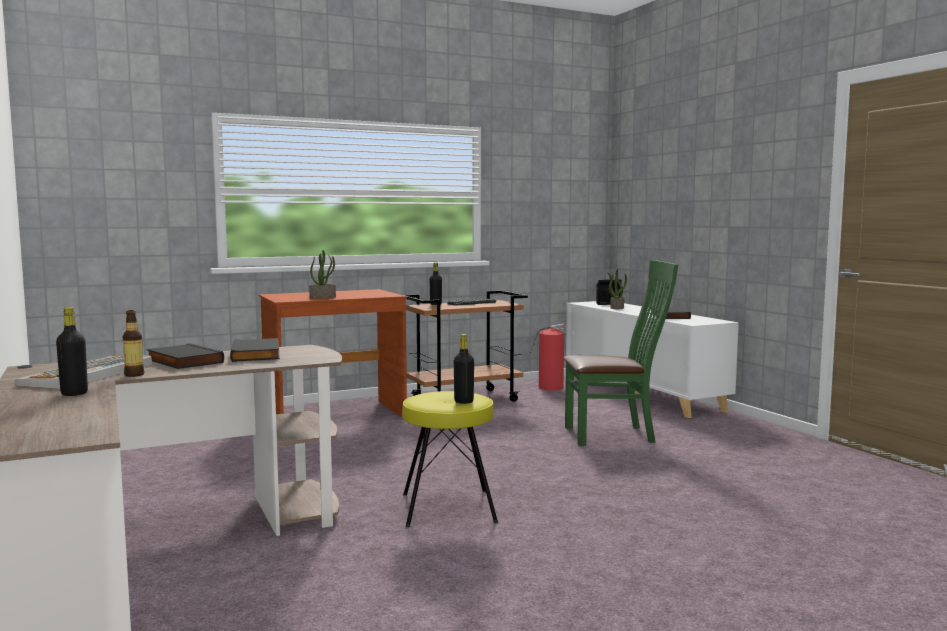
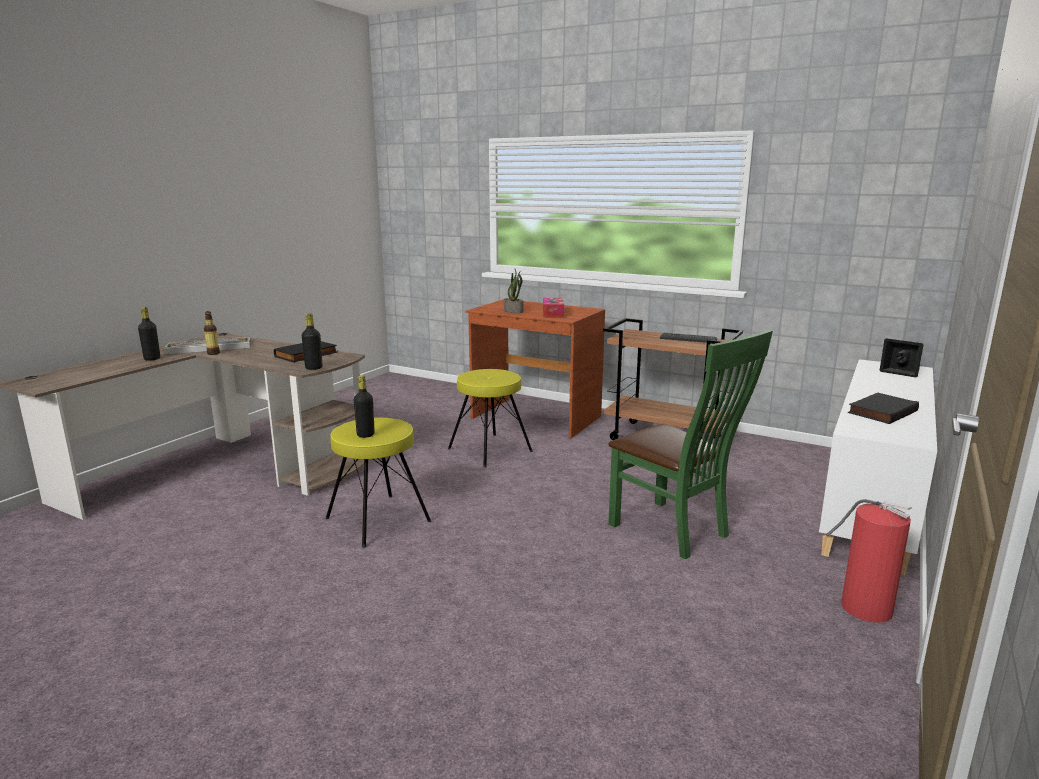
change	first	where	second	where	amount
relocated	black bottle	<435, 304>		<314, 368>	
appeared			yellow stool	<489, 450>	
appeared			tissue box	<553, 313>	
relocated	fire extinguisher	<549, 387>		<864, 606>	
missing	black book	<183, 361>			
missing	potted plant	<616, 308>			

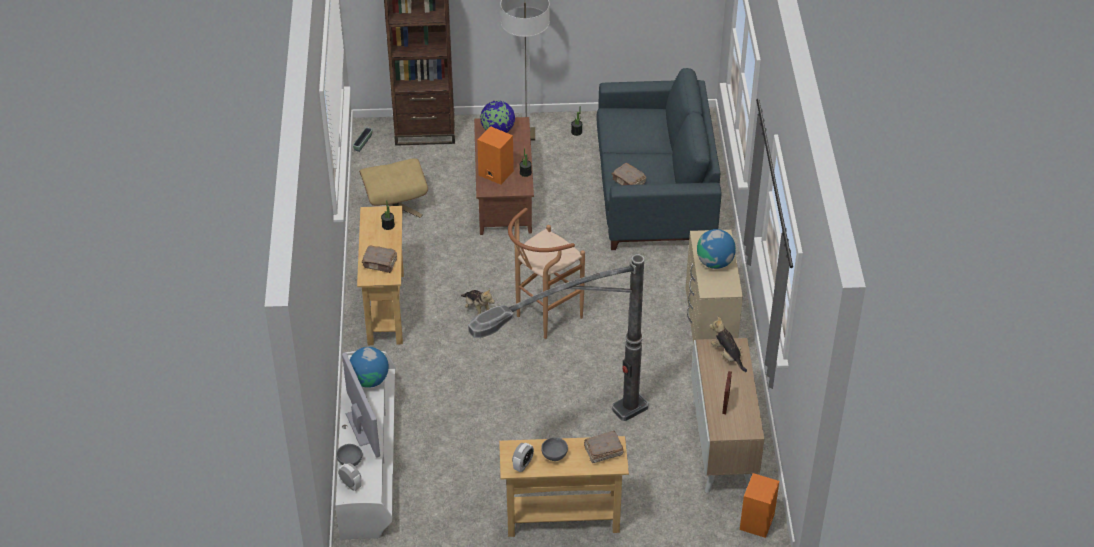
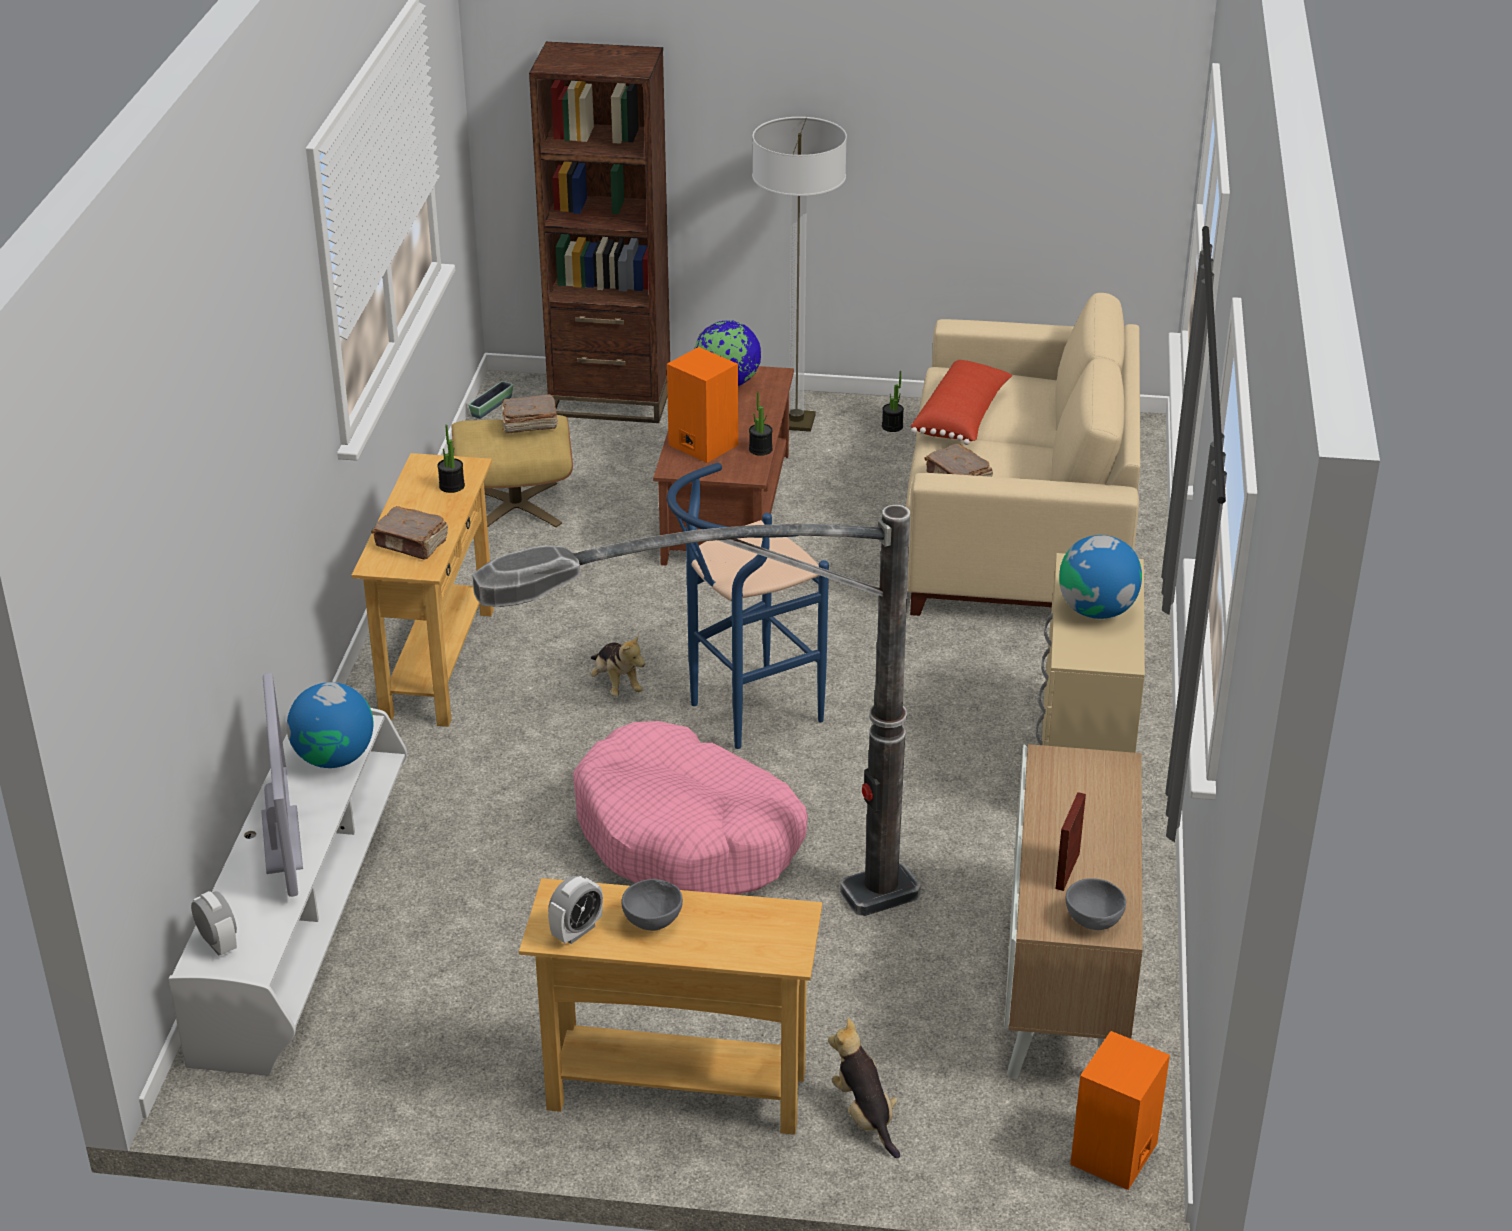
change	first	where	second	where	amount
relocated	brown book	<602, 451>		<529, 424>	
appeared			pink dog bed	<688, 836>	
colour	brown stool	<543, 318>	blue stool	<743, 714>	
relocated	plush toy	<727, 355>		<865, 1115>	
colour	blue sofa	<654, 191>	beige sofa	<1018, 530>	
appeared			red pillow	<962, 418>	
relocated	grey bowl	<350, 462>		<1093, 922>	

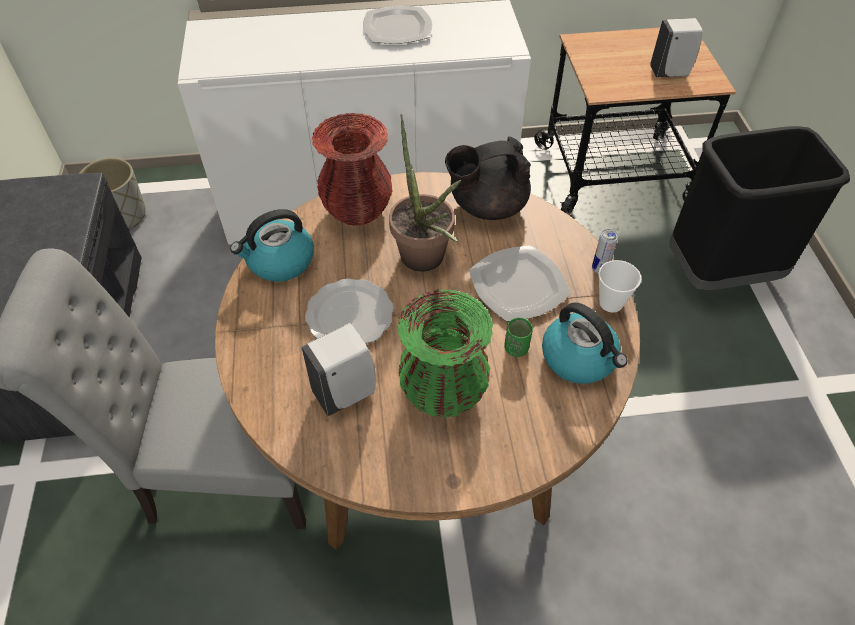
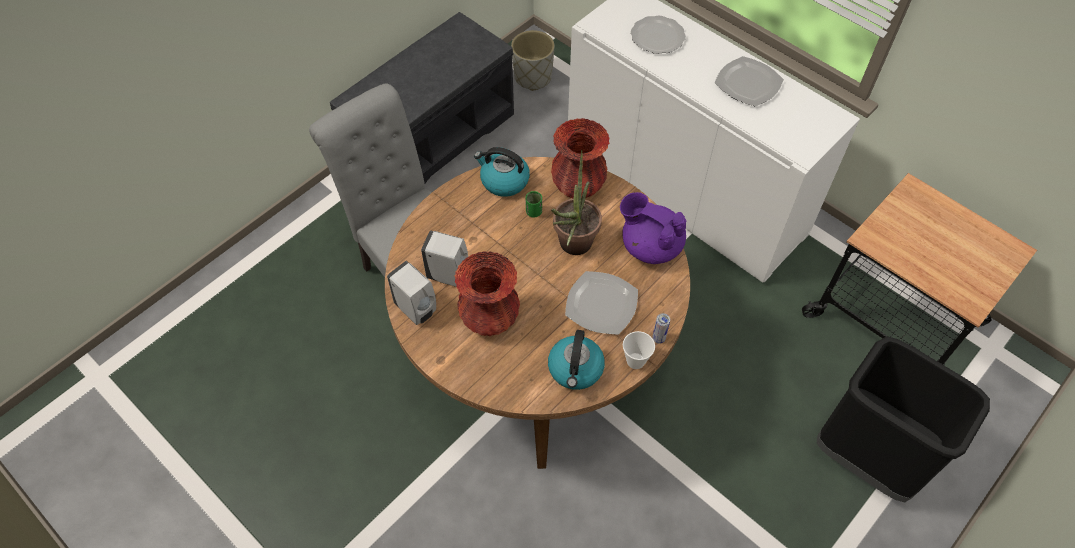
change	first	where	second	where	amount
relocated	white soap dispenser	<670, 73>		<417, 310>	
colour	green vase	<443, 393>	red vase	<489, 319>	
relocated	green cup	<516, 348>		<533, 212>	
colour	black teapot	<486, 206>	purple teapot	<650, 246>	
relocated	plate	<350, 316>		<657, 37>	

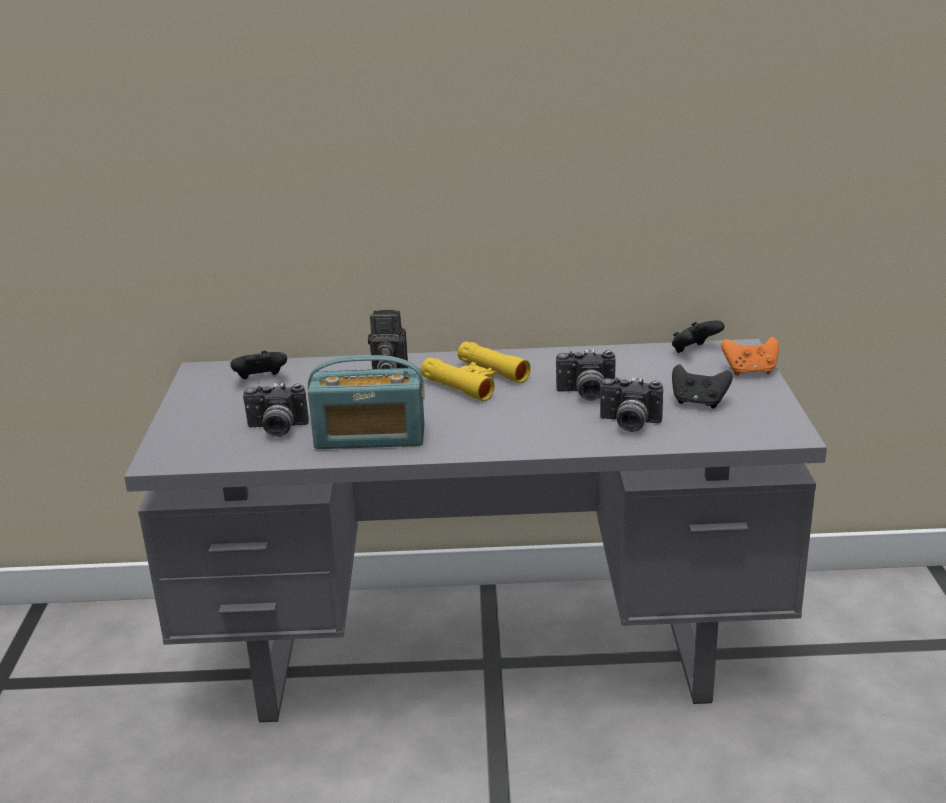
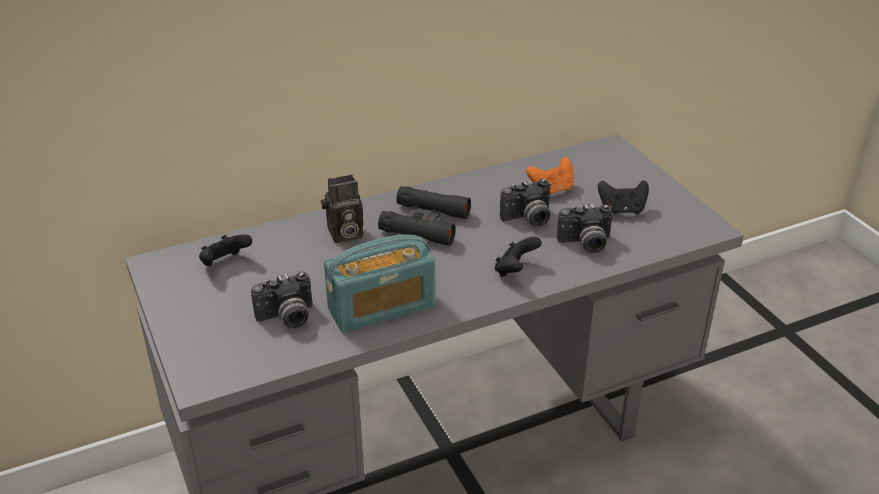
change	first	where	second	where	amount
colour	yellow binoculars	<475, 380>	black binoculars	<425, 223>	
relocated	black game controller	<694, 351>		<515, 270>	
relocated	orange game controller	<750, 371>		<551, 190>	

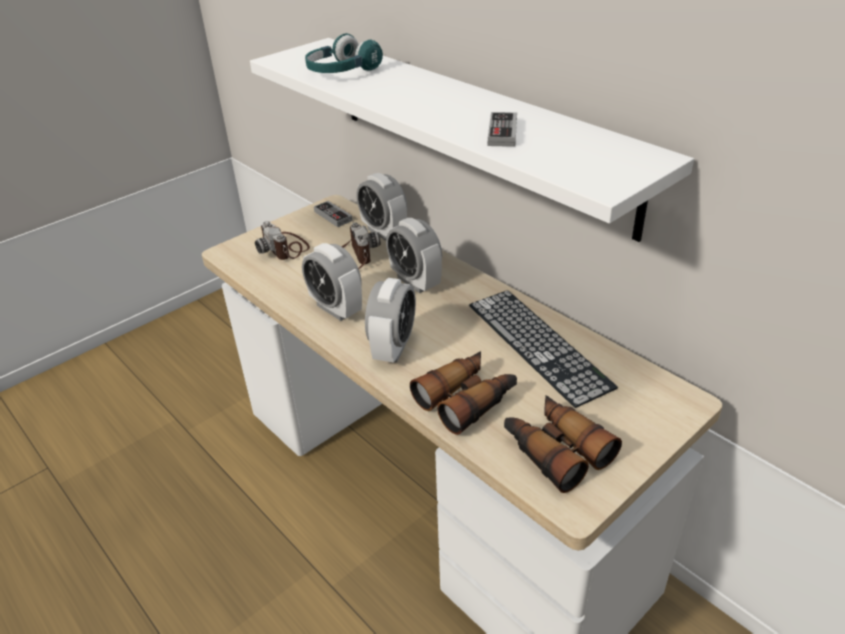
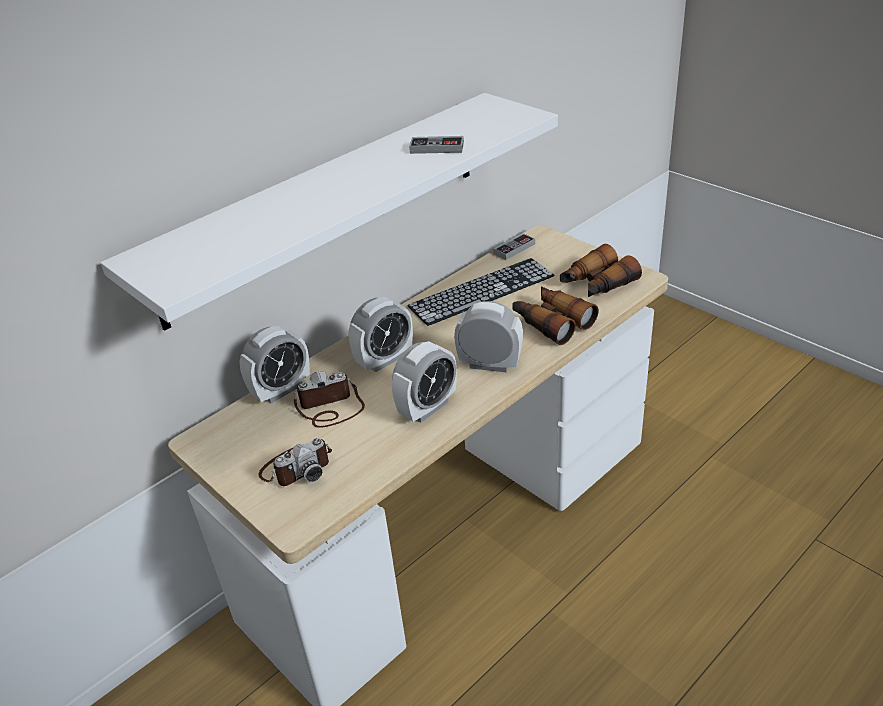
change	first	where	second	where	amount
relocated	game controller	<333, 216>		<514, 248>	
missing	turquoise headphones	<342, 72>			

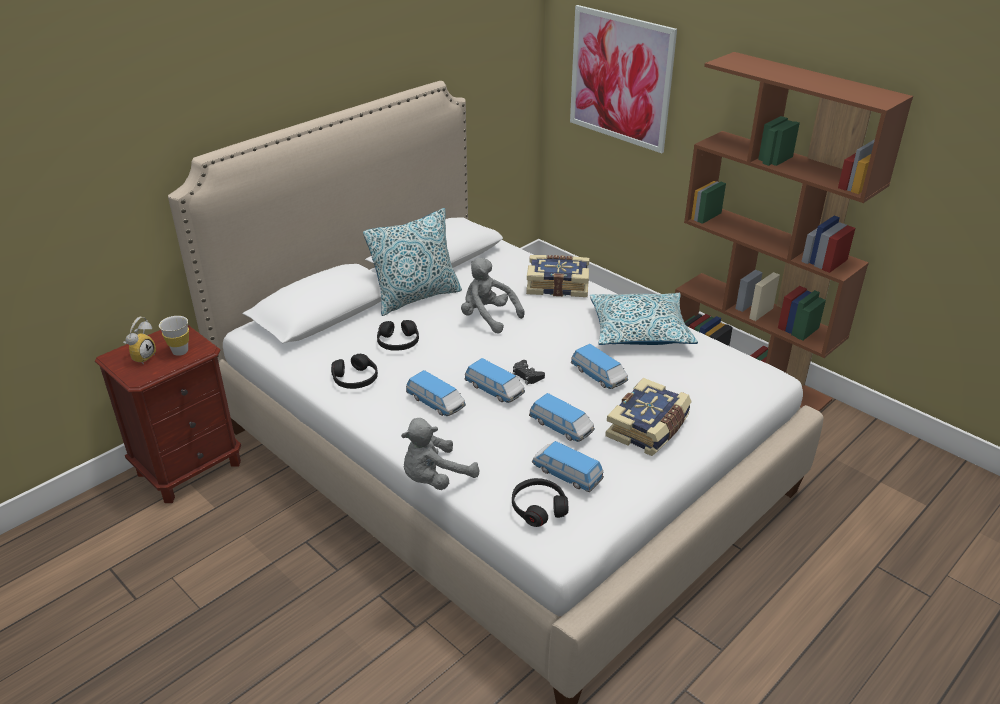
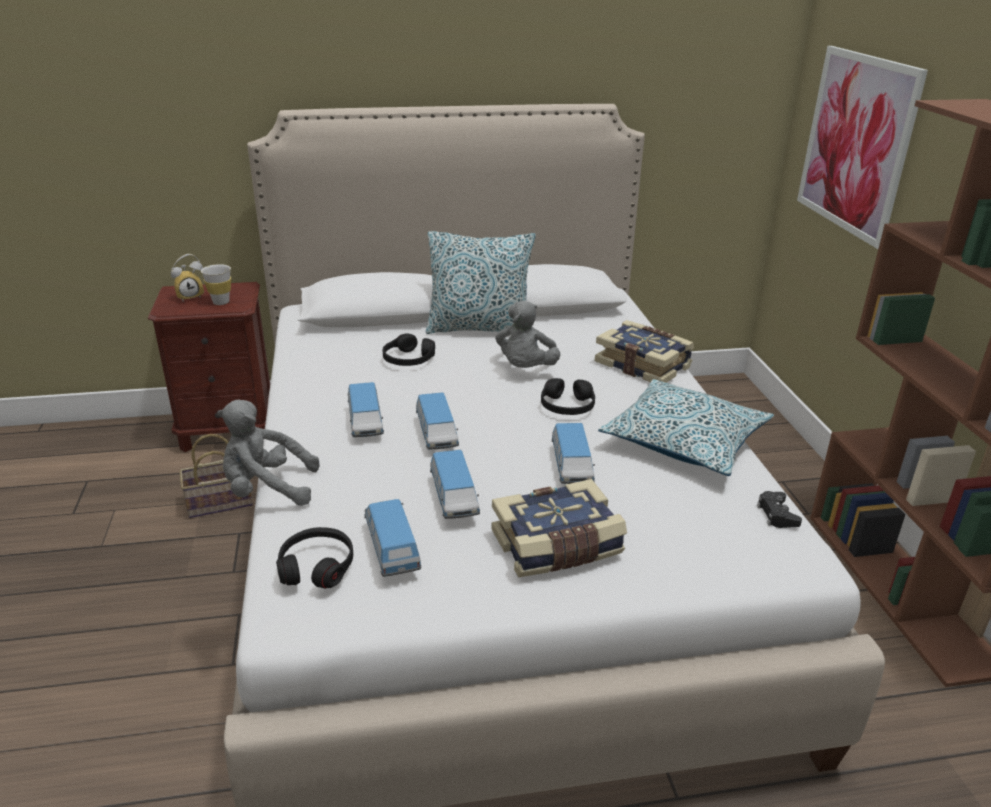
change	first	where	second	where	amount
appeared			basket	<218, 504>	
spun	grey plush toy	<488, 317>		<525, 369>	150 degrees counterclockwise
relocated	black headphones	<355, 379>		<567, 406>	
relocated	black game controller	<527, 375>		<777, 514>	

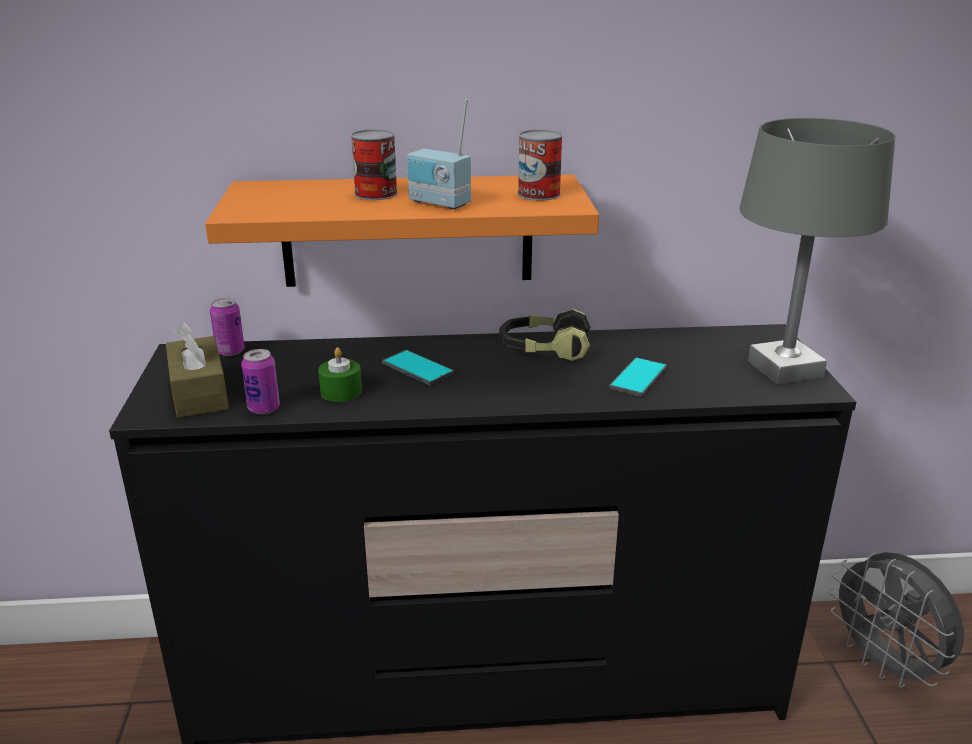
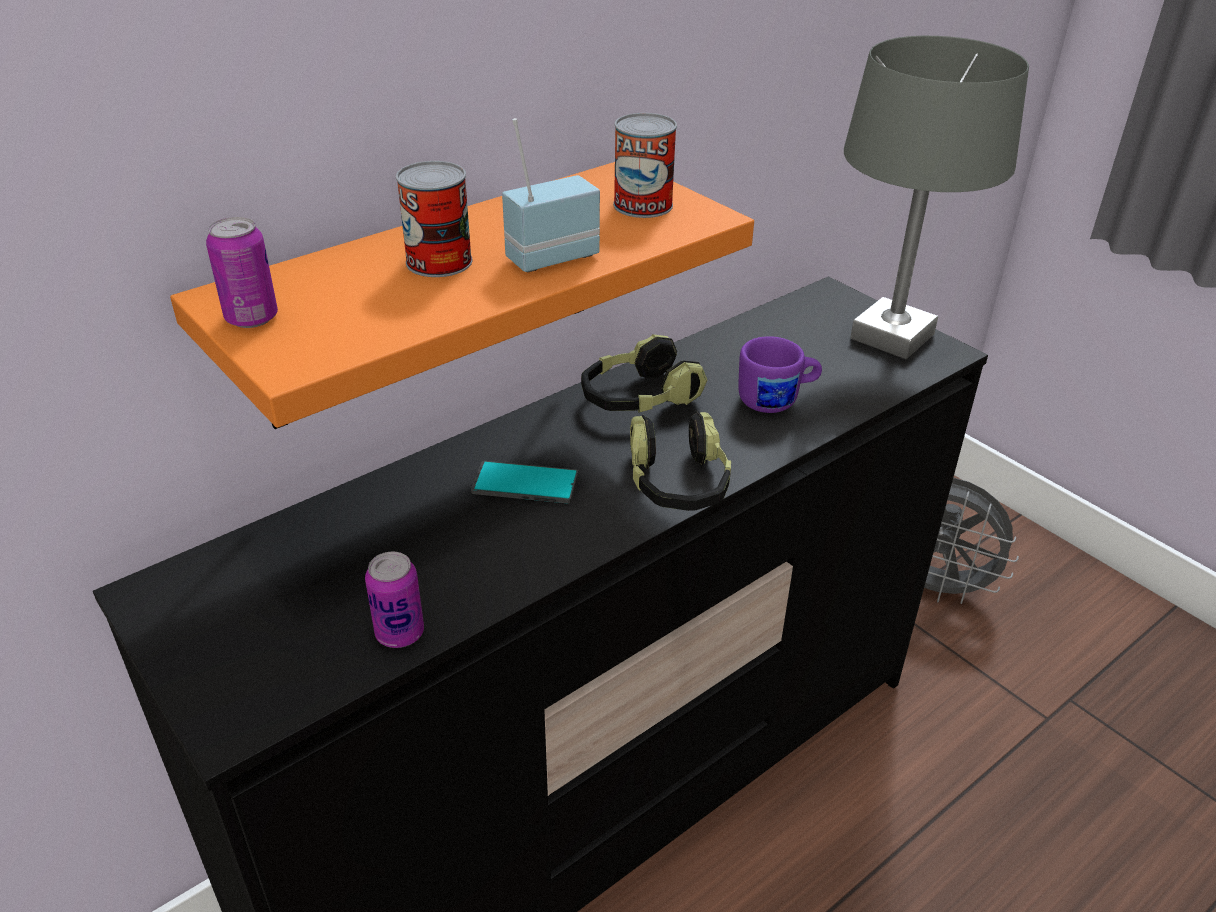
change	first	where	second	where	amount
relocated	can	<230, 351>		<252, 318>	
spun	radio	<438, 203>		<550, 257>	150 degrees clockwise
appeared			headphones	<678, 484>	
exchanged	phone	<638, 378>	purple mug	<777, 401>	
missing	brown tissue box	<199, 393>			
missing	green candle	<341, 392>			

